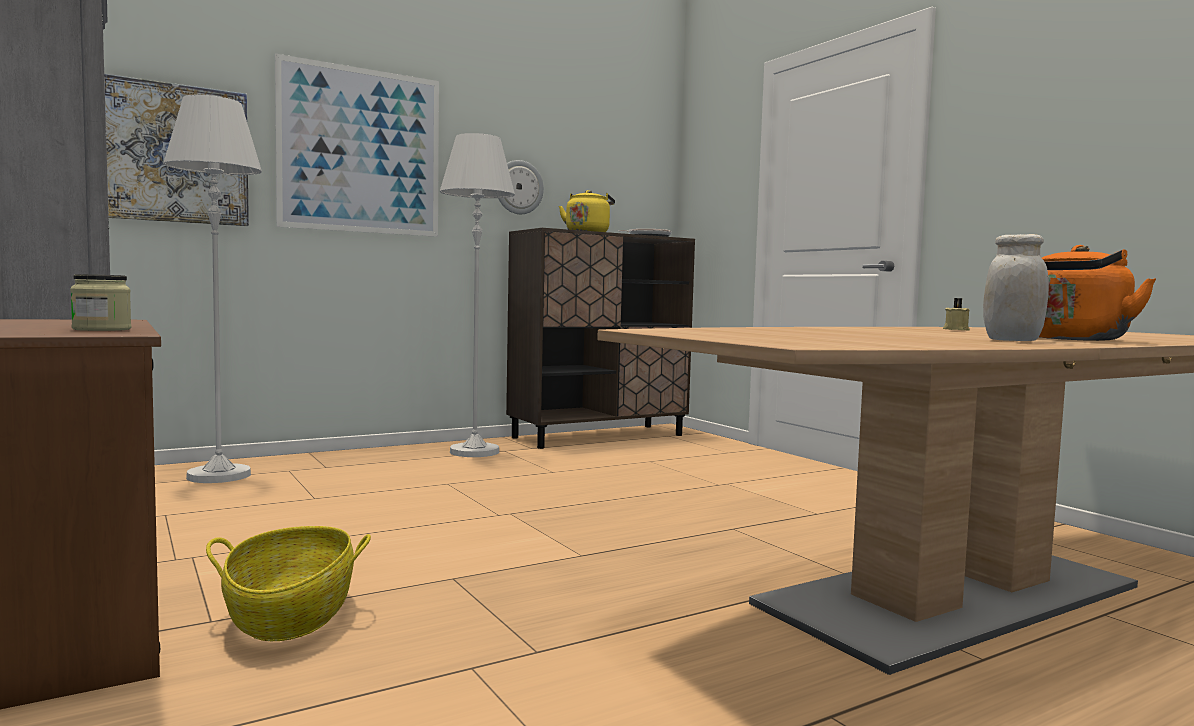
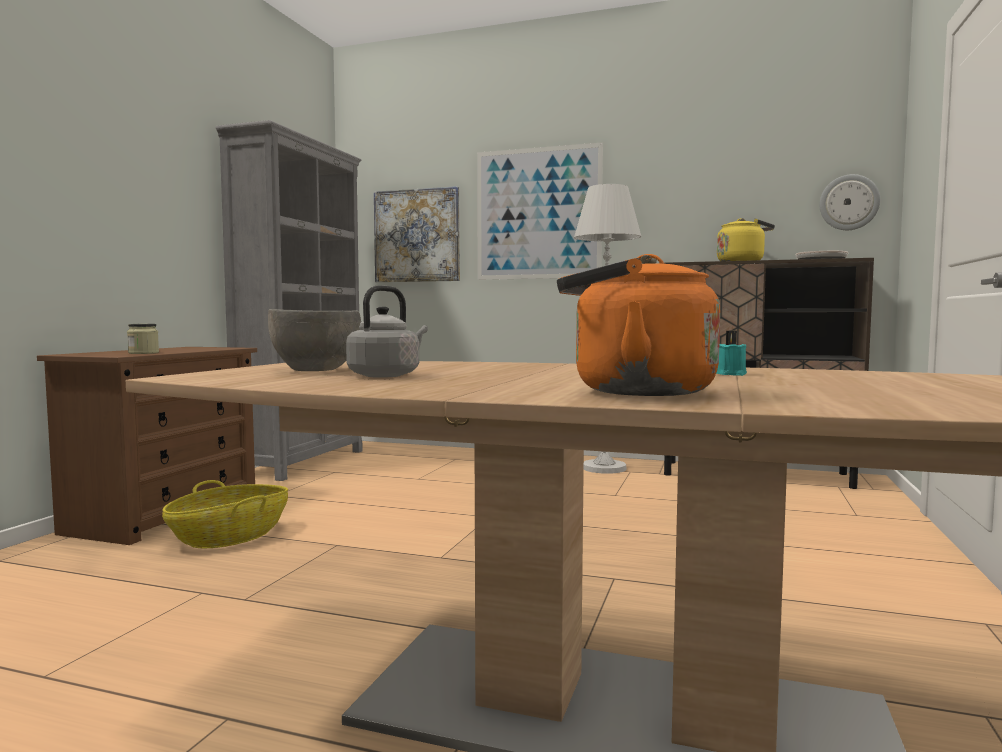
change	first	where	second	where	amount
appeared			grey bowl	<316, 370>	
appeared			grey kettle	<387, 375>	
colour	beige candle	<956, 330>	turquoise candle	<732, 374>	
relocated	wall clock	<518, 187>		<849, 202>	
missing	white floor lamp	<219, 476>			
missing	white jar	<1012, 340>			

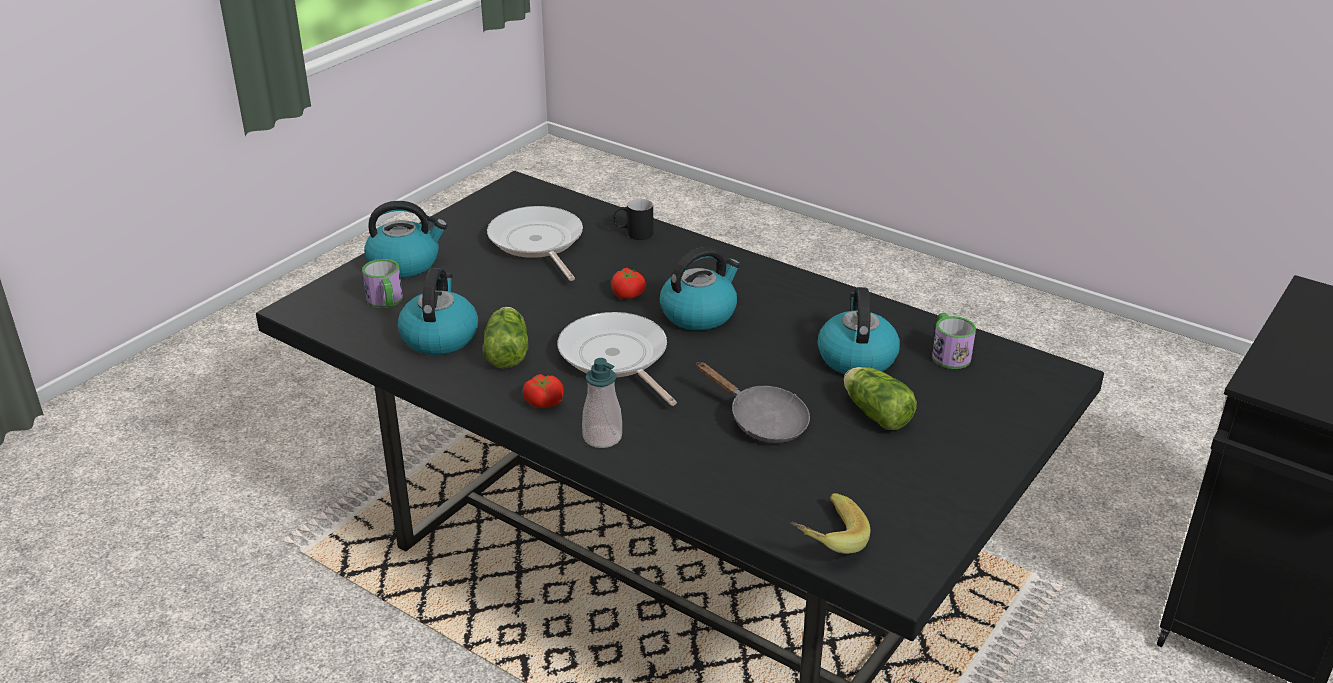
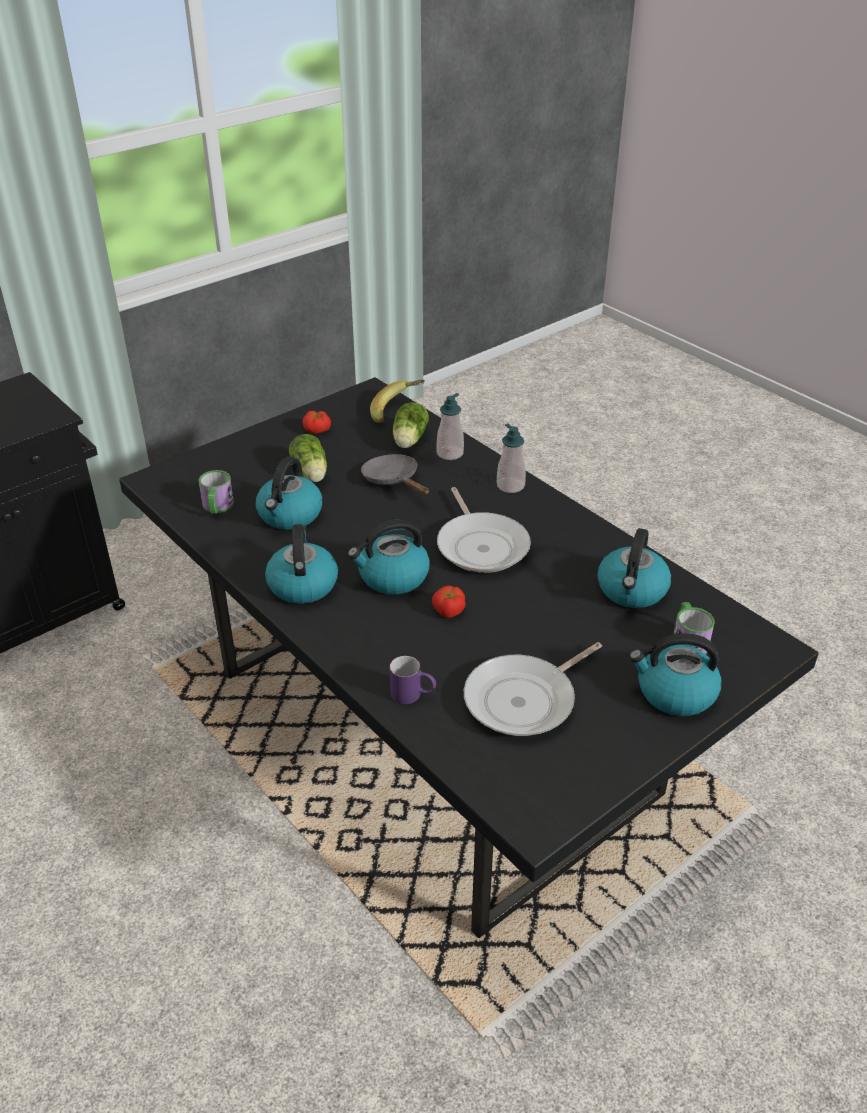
change	first	where	second	where	amount
appeared			kettle	<302, 584>	
relocated	tomato	<543, 401>		<317, 430>	
colour	black mug	<633, 233>	purple mug	<413, 695>	
relocated	lettuce	<507, 351>		<408, 440>	
appeared			soap dispenser	<450, 453>	
spun	frying pan	<537, 243>		<525, 700>	60 degrees clockwise

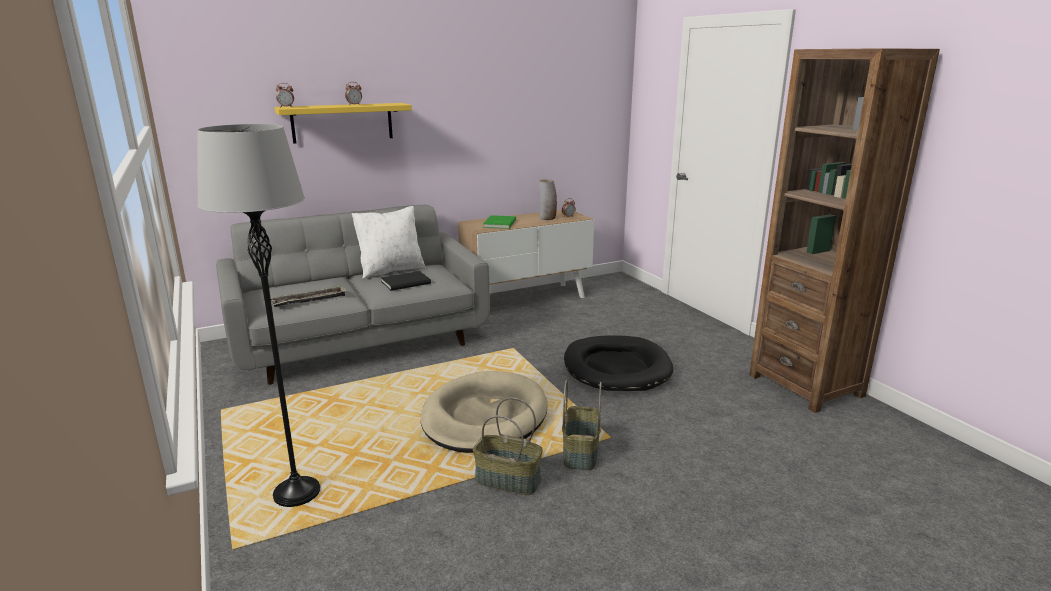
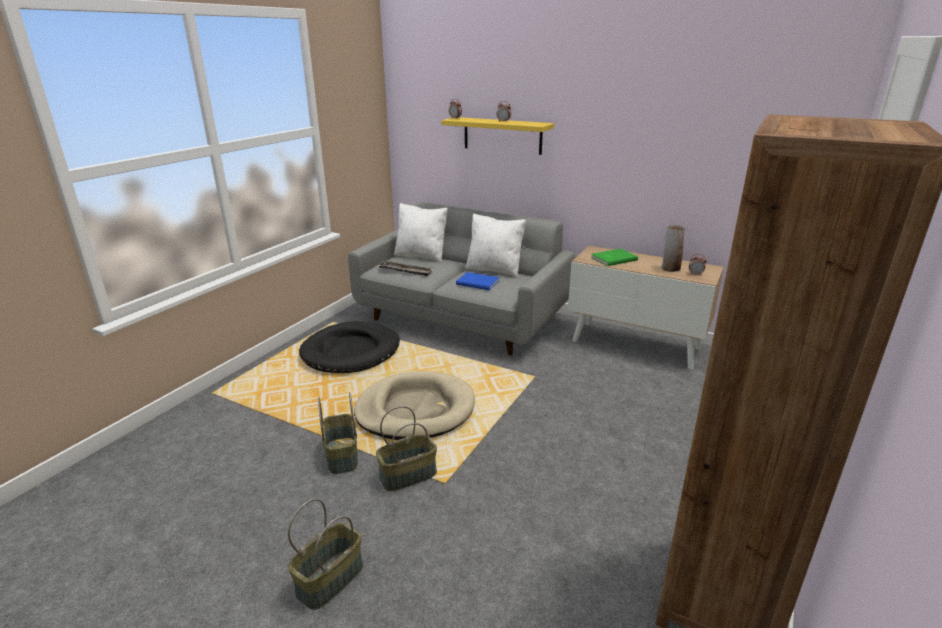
change	first	where	second	where	amount
appeared			basket	<330, 578>	
relocated	black dog bed	<616, 368>		<351, 351>	
appeared			white pillow	<421, 256>	
colour	black book	<404, 282>	blue book	<477, 282>	
missing	grey floor lamp	<297, 493>			

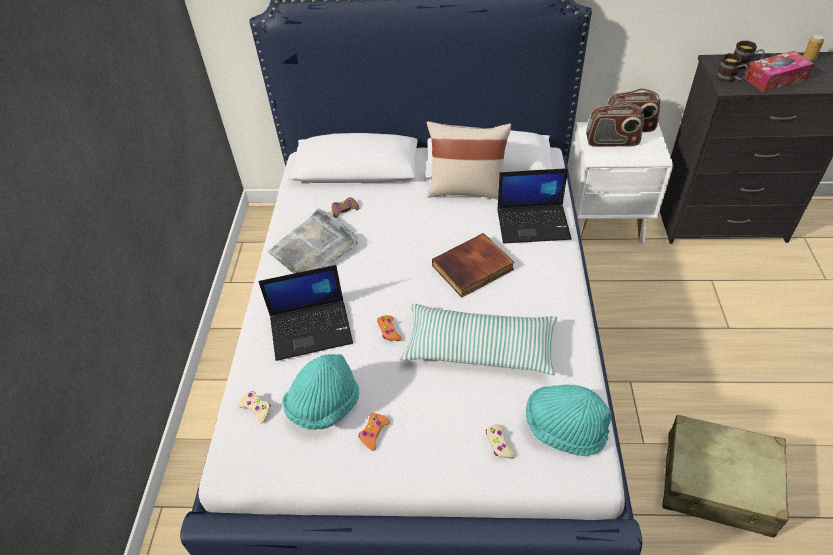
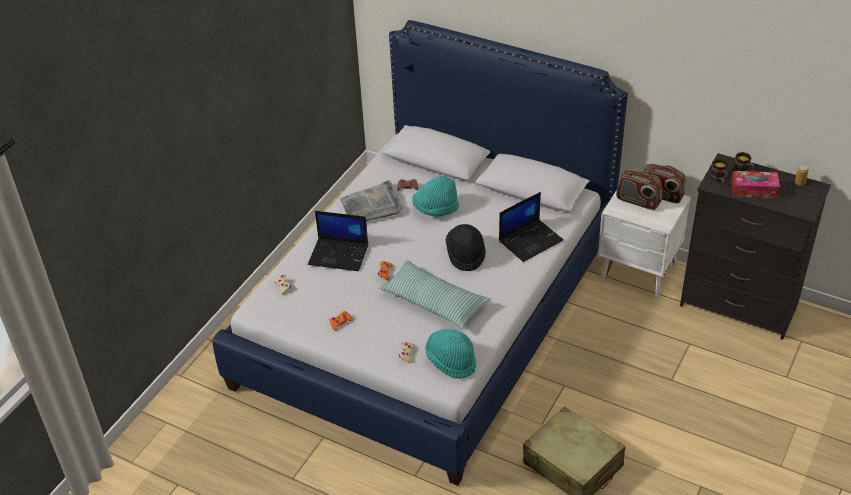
change	first	where	second	where	amount
relocated	turquoise hat	<324, 405>		<435, 209>	
exchanged	book	<473, 269>	black hat	<466, 255>	
spun	laptop	<534, 223>		<530, 240>	60 degrees counterclockwise
missing	beige pillow	<467, 190>			

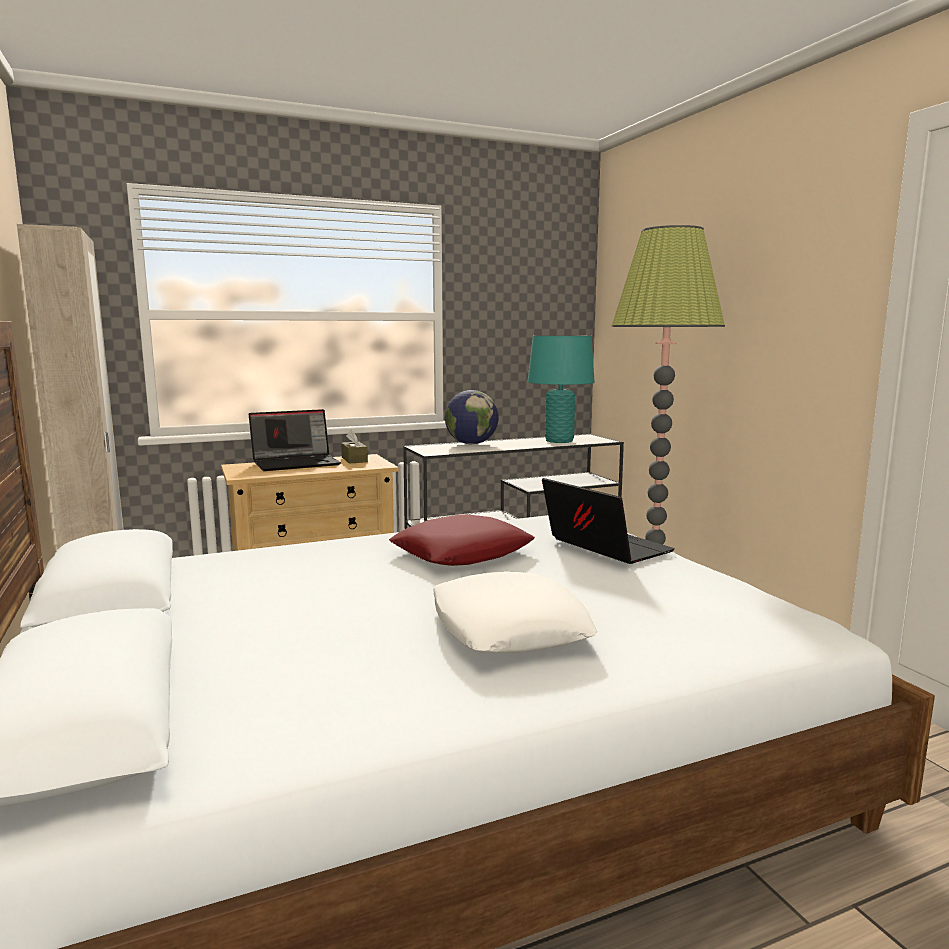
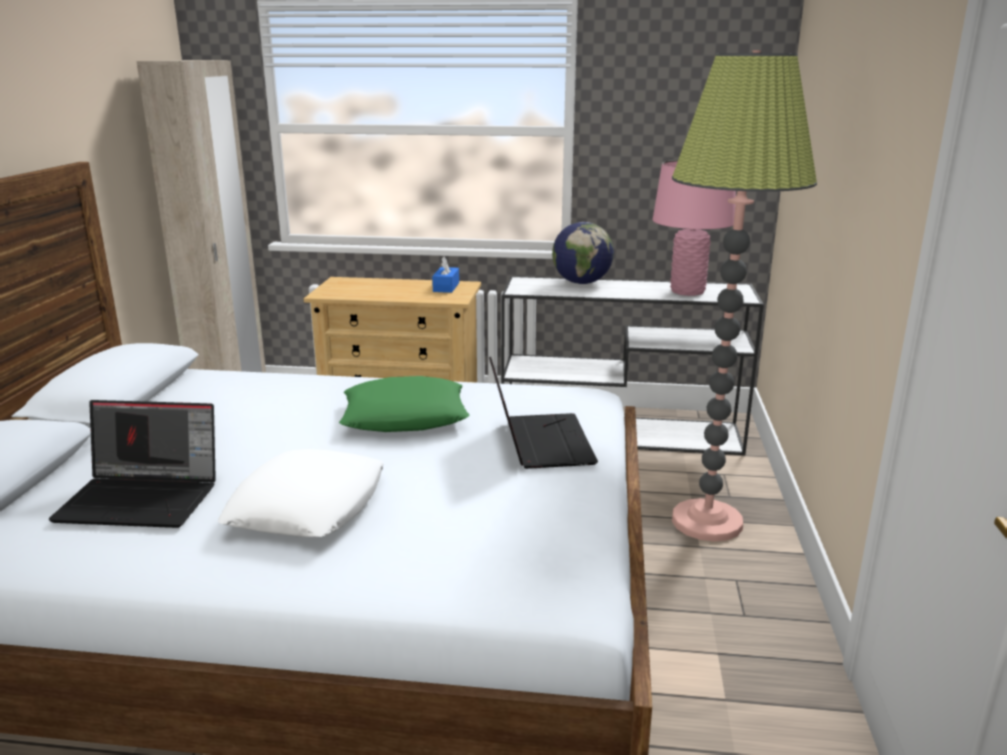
change	first	where	second	where	amount
relocated	laptop	<297, 463>		<144, 498>	
colour	red pillow	<461, 553>	green pillow	<404, 416>	
colour	brown tissue box	<354, 459>	blue tissue box	<446, 287>	
colour	turquoise table lamp	<559, 441>	pink table lamp	<687, 291>	

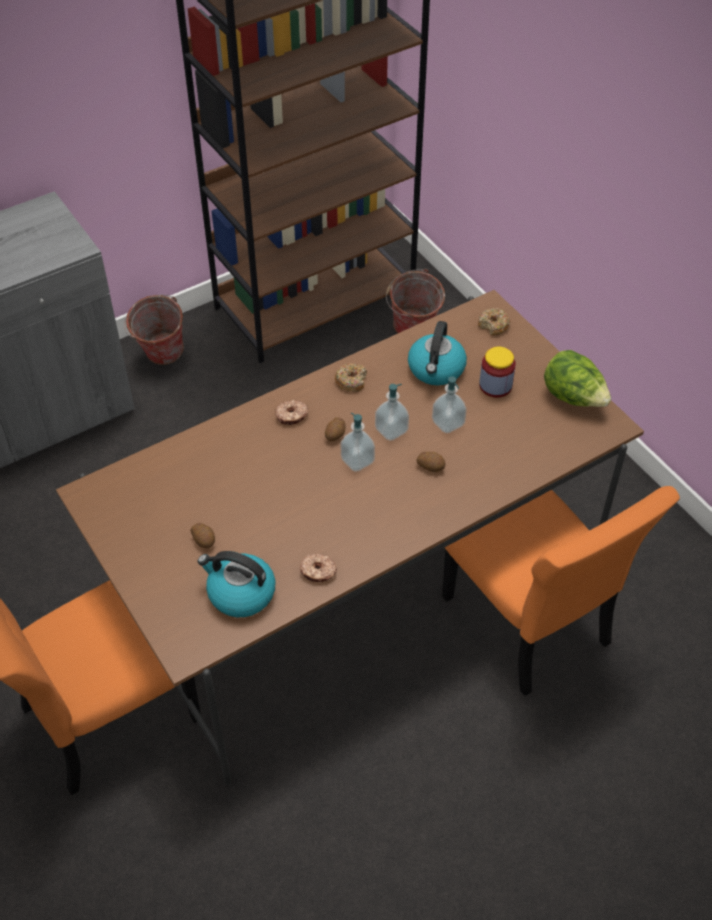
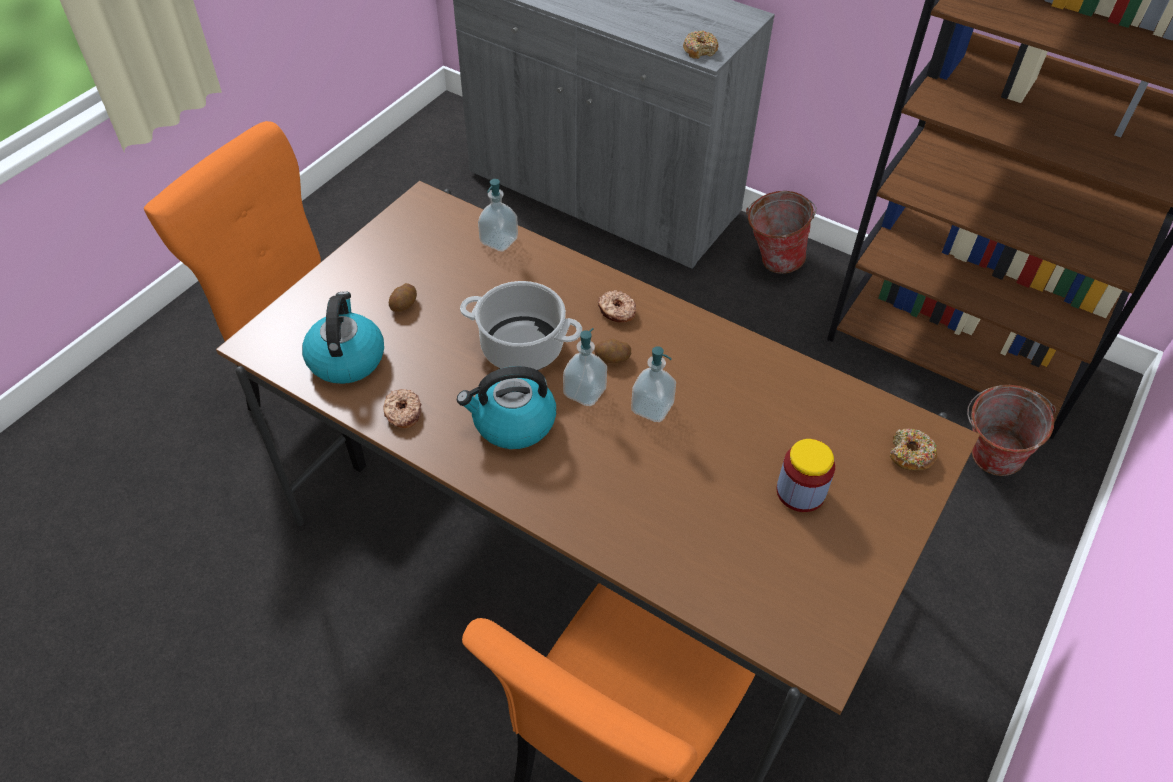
change	first	where	second	where	amount
relocated	kettle	<436, 370>		<512, 423>	
appeared			cooking pot	<521, 347>	
relocated	soap dispenser	<448, 423>		<499, 241>	
relocated	donut	<351, 381>		<700, 50>	
missing	potato	<431, 466>			
missing	lettuce	<573, 397>			

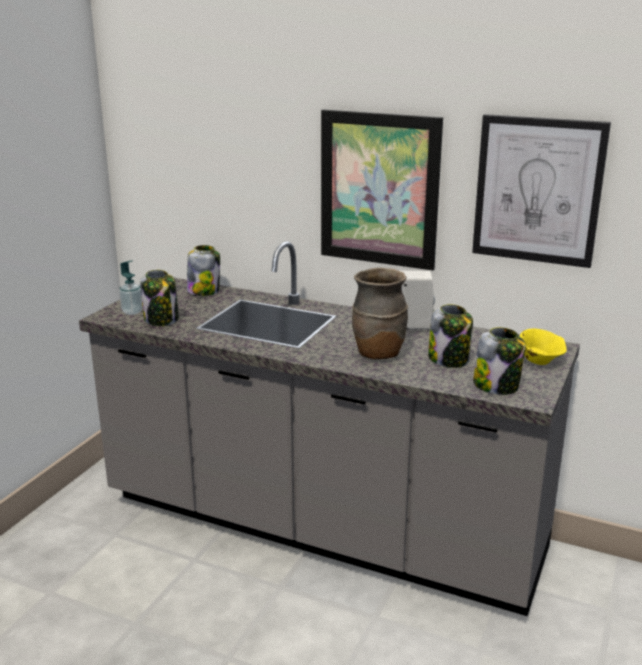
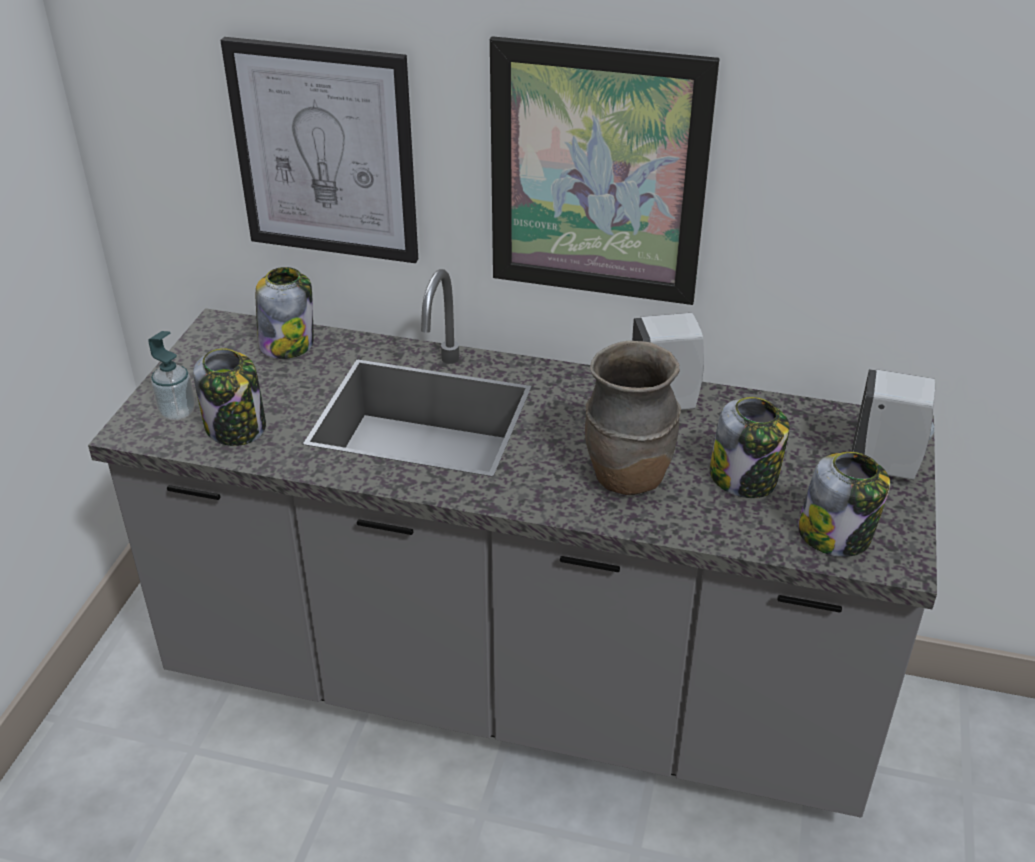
change	first	where	second	where	amount
relocated	picture	<538, 190>		<325, 152>	
exchanged	yellow bowl	<540, 361>	white soap dispenser	<886, 466>	

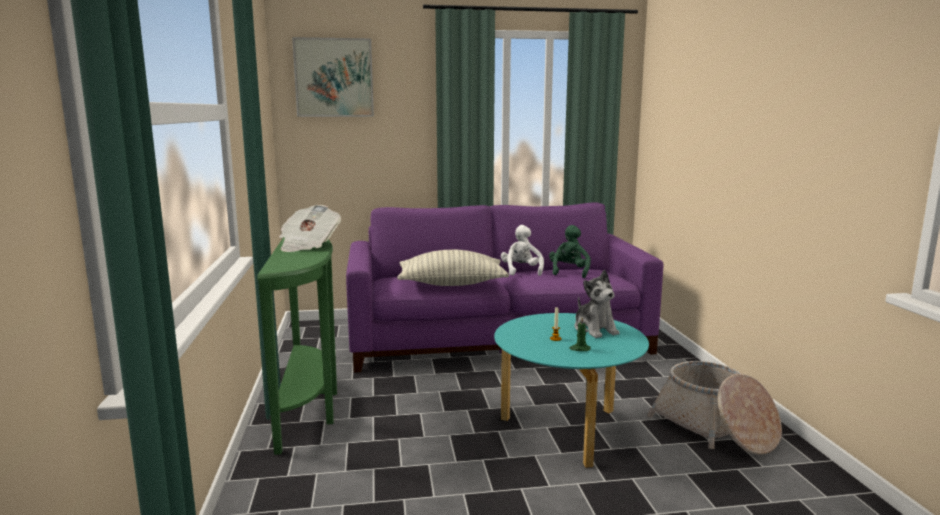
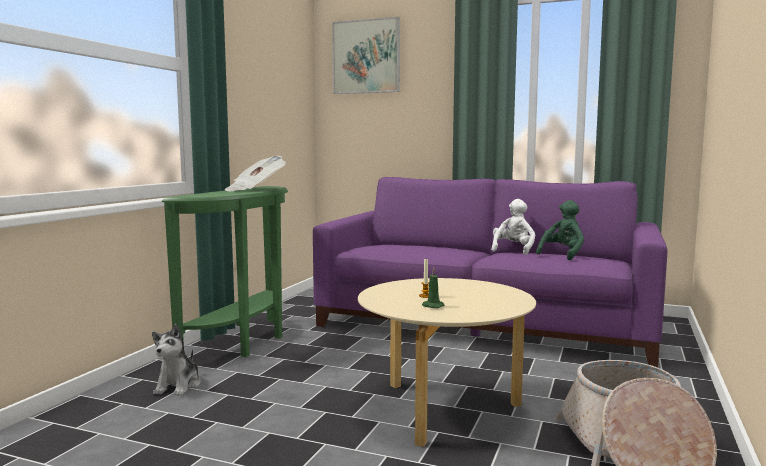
change	first	where	second	where	amount
relocated	plush toy	<595, 329>		<178, 386>	
colour	turquoise coffee table	<566, 430>	beige coffee table	<444, 409>	
missing	pillow	<452, 284>			

